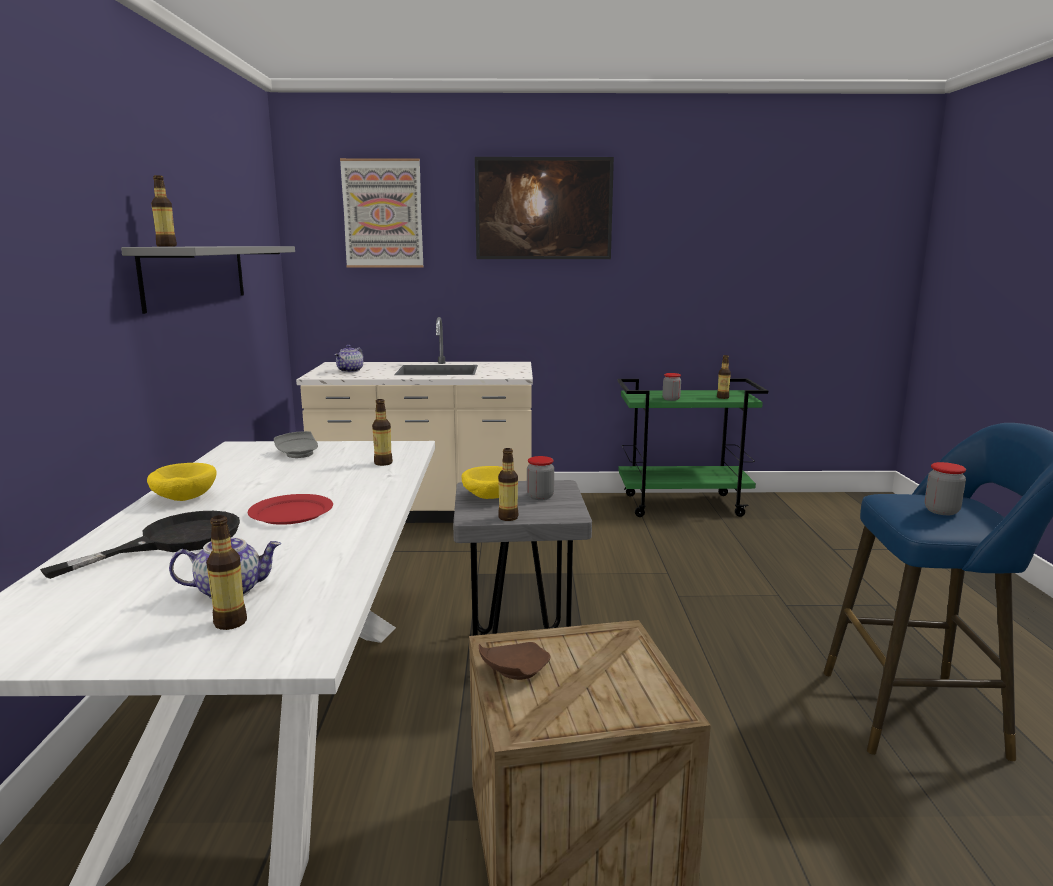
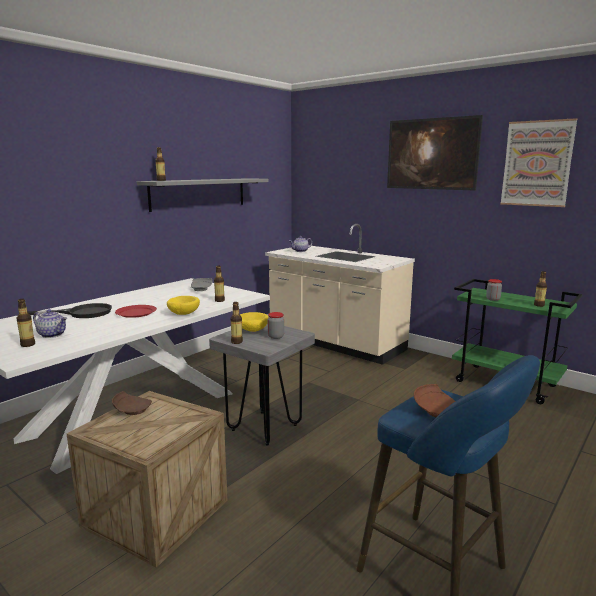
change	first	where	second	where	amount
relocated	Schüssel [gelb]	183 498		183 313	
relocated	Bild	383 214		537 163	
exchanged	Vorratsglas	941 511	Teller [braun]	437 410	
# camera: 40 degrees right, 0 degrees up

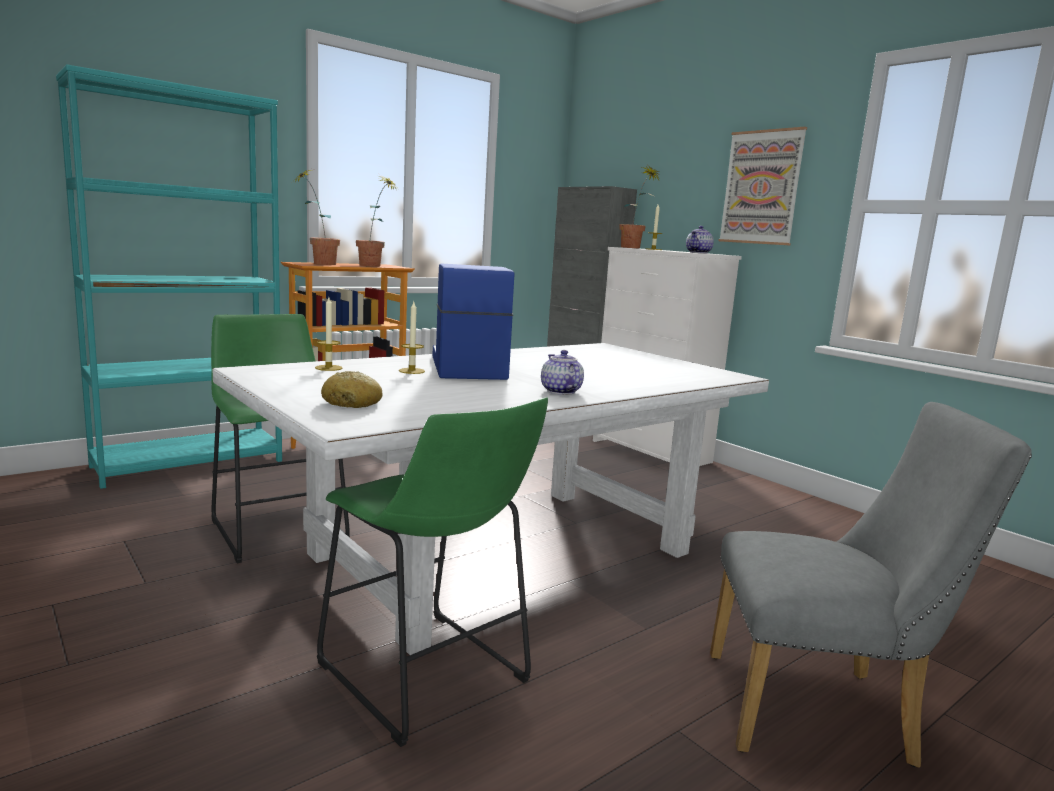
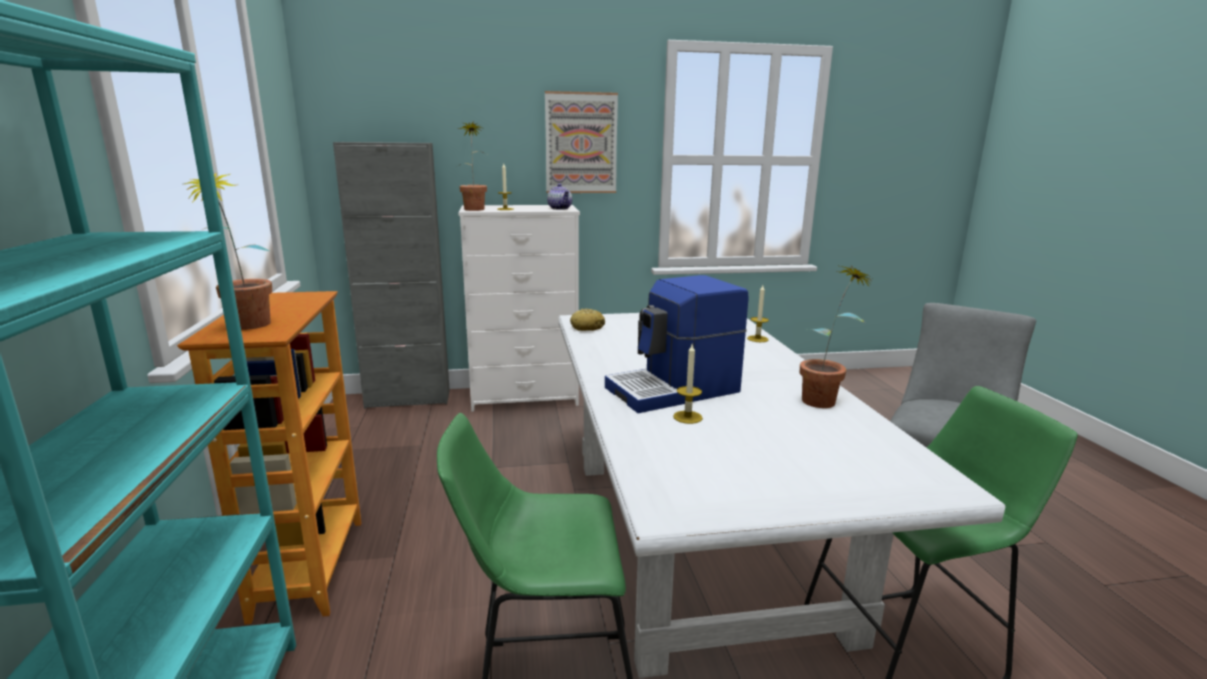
change	first	where	second	where	amount
relocated	Kerze	328 368		757 339	
relocated	Brot	352 403		587 327	
relocated	Topfpflanze	375 266		825 399	
spun	Kaffeemaschine	466 367		674 390	45 degrees counterclockwise
missing	Teekanne	559 391			
# camera: 60 degrees left, 5 degrees up

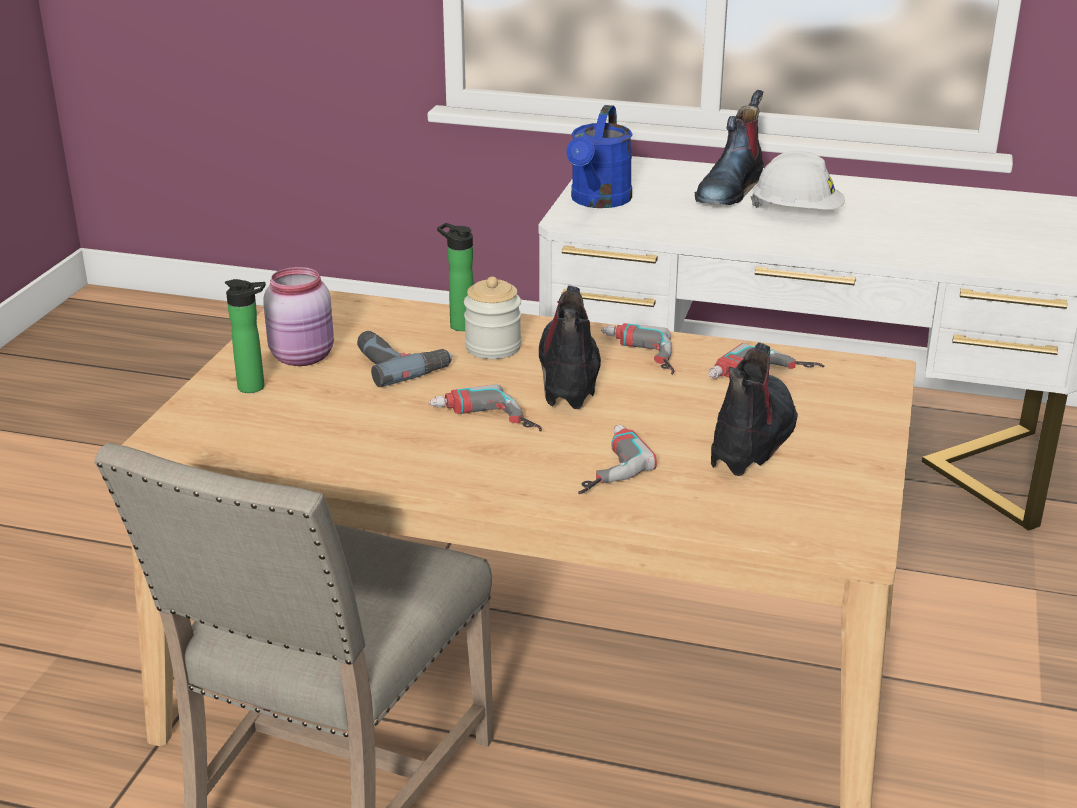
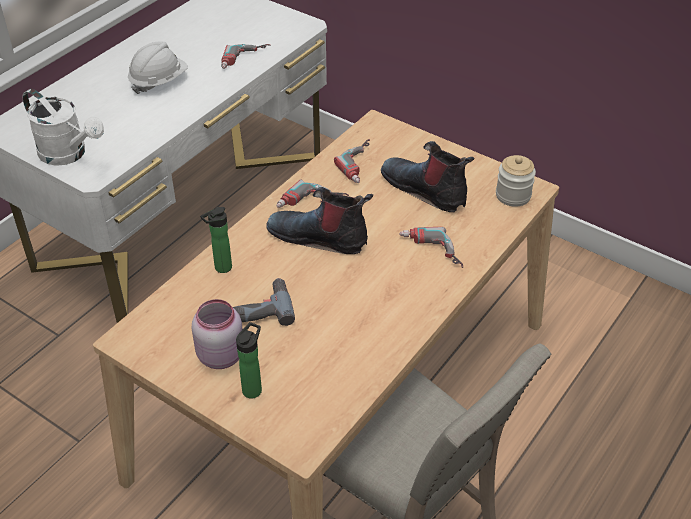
change	first	where	second	where	amount
relocated	Bohrmaschine	483 422		245 60	
relocated	Vorratsglas	493 347		513 195	
colour	Gießkanne [blau]	598 201	Gießkanne [weiß]	69 154	
missing	Stiefel	729 189			
# camera: 70 degrees left, 15 degrees up

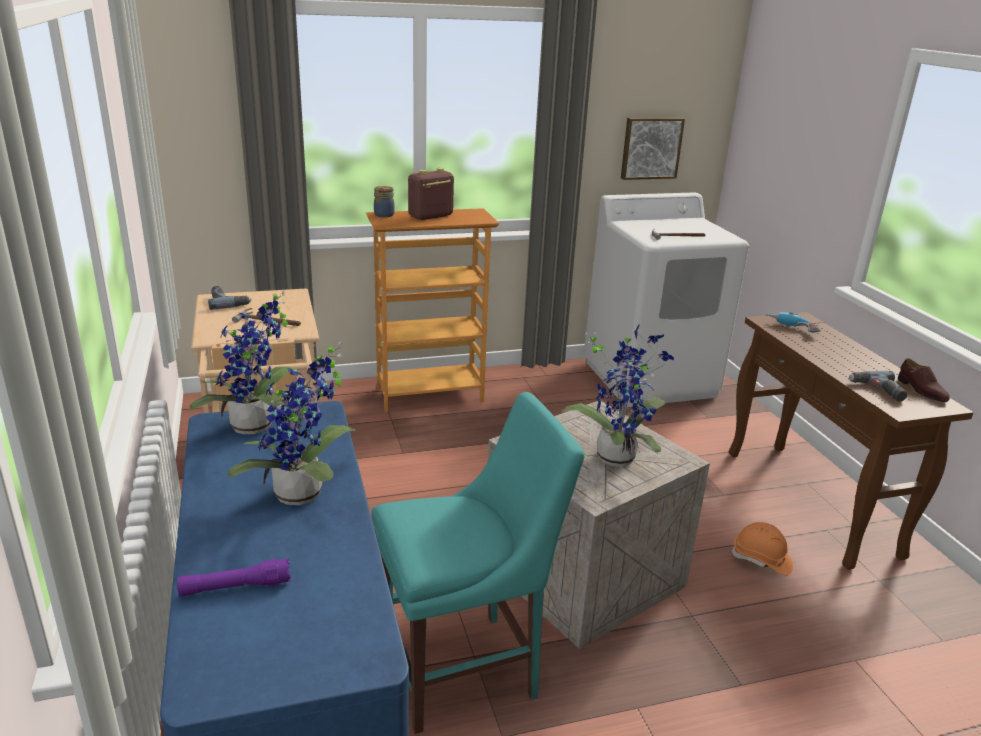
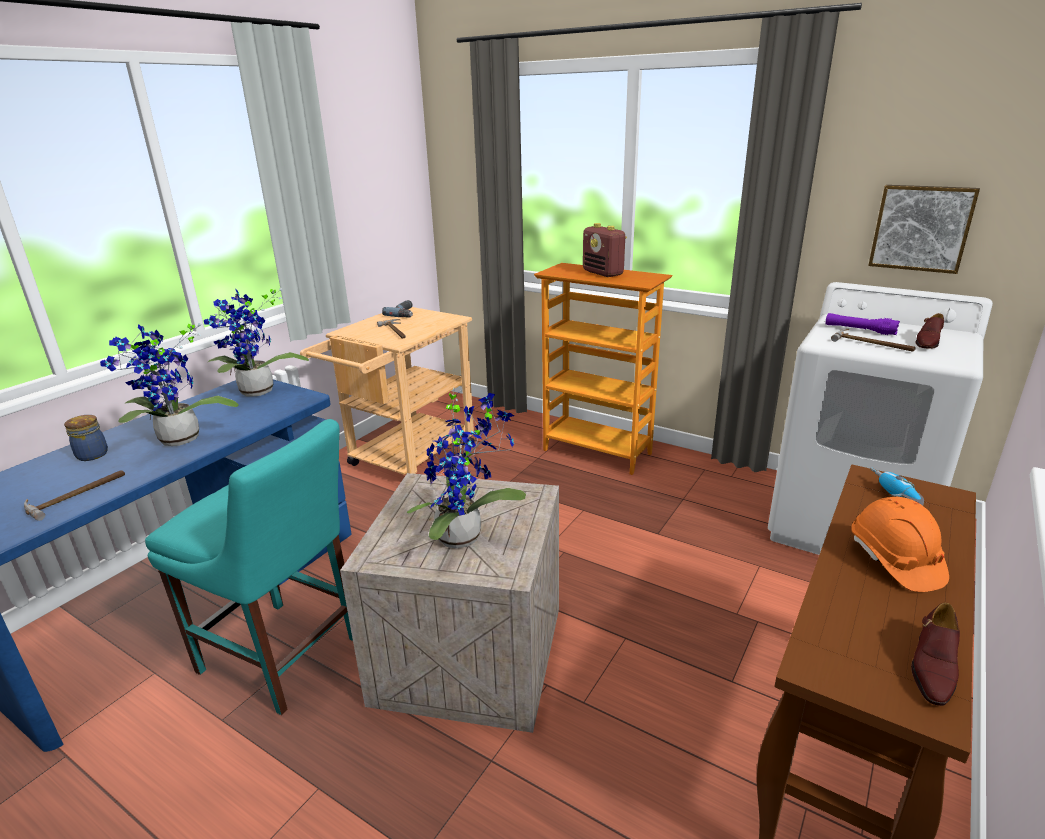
change	first	where	second	where	amount
relocated	Taschenlampe [lila]	235 587		859 330	
relocated	Vorratsglas	383 215		93 454	
spun	Radio	430 216		603 273	135 degrees counterclockwise
relocated	Schutzhelm [orange]	761 560		894 560	
missing	Bohrmaschine	878 390			
appeared			Hammer	78 494	
appeared			Schuh [braun]	927 342	
# camera: 50 degrees right, 0 degrees up

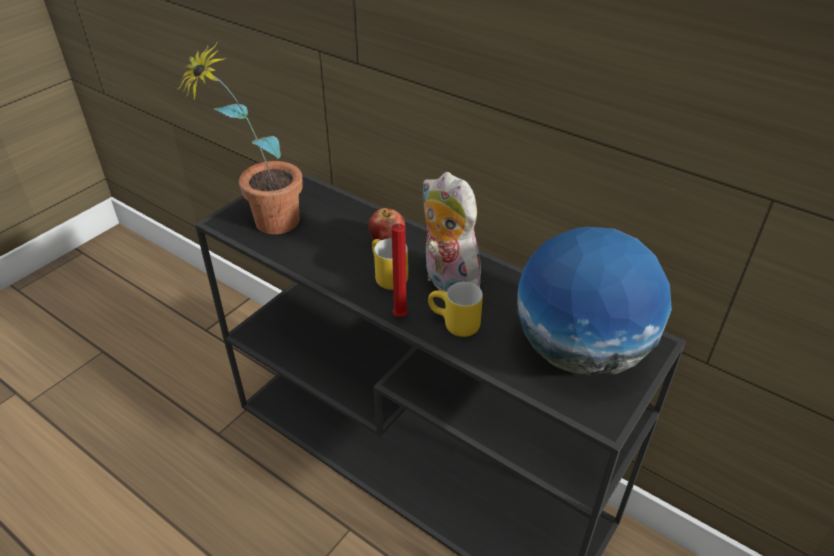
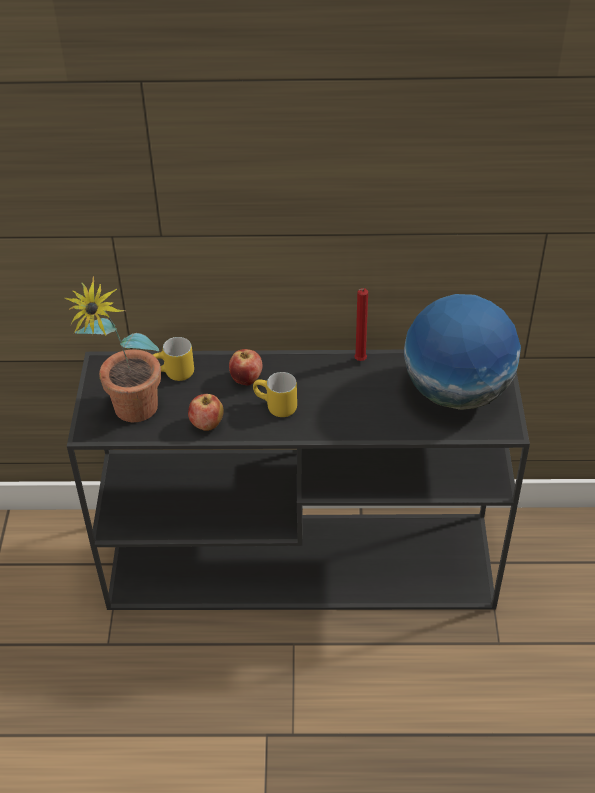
change	first	where	second	where	amount
relocated	Kerze [rot]	397 317		359 361	
missing	Plüschtier	446 281			
relocated	Henkelbecher [gelb]	453 325		173 375	
appeared			Apfel	207 424	
# camera: 35 degrees left, 5 degrees up

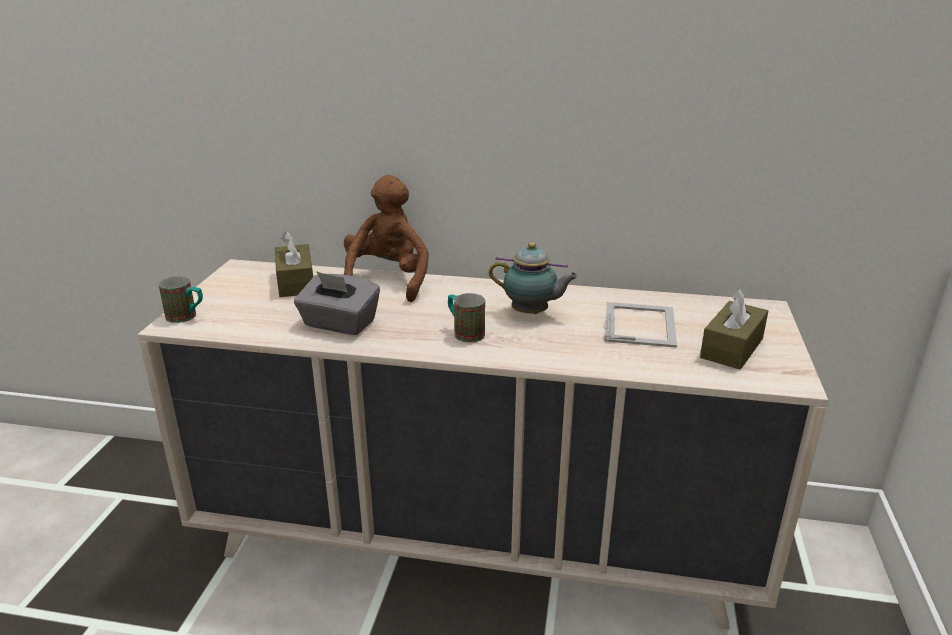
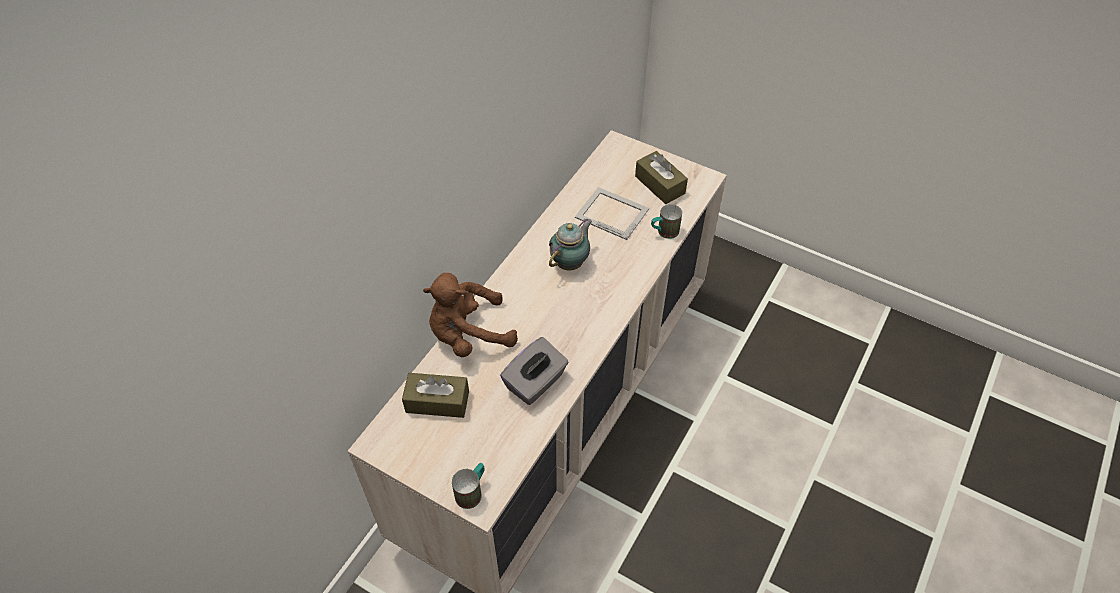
change	first	where	second	where	amount
spun	Plüschtier [braun]	387 281		468 335	45 degrees counterclockwise
relocated	Henkelbecher	464 333		664 232	
# camera: 70 degrees left, 25 degrees up

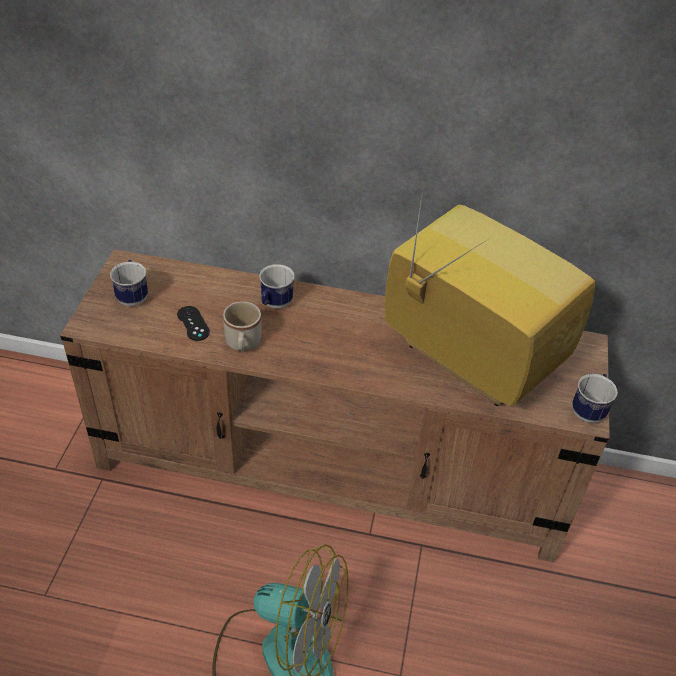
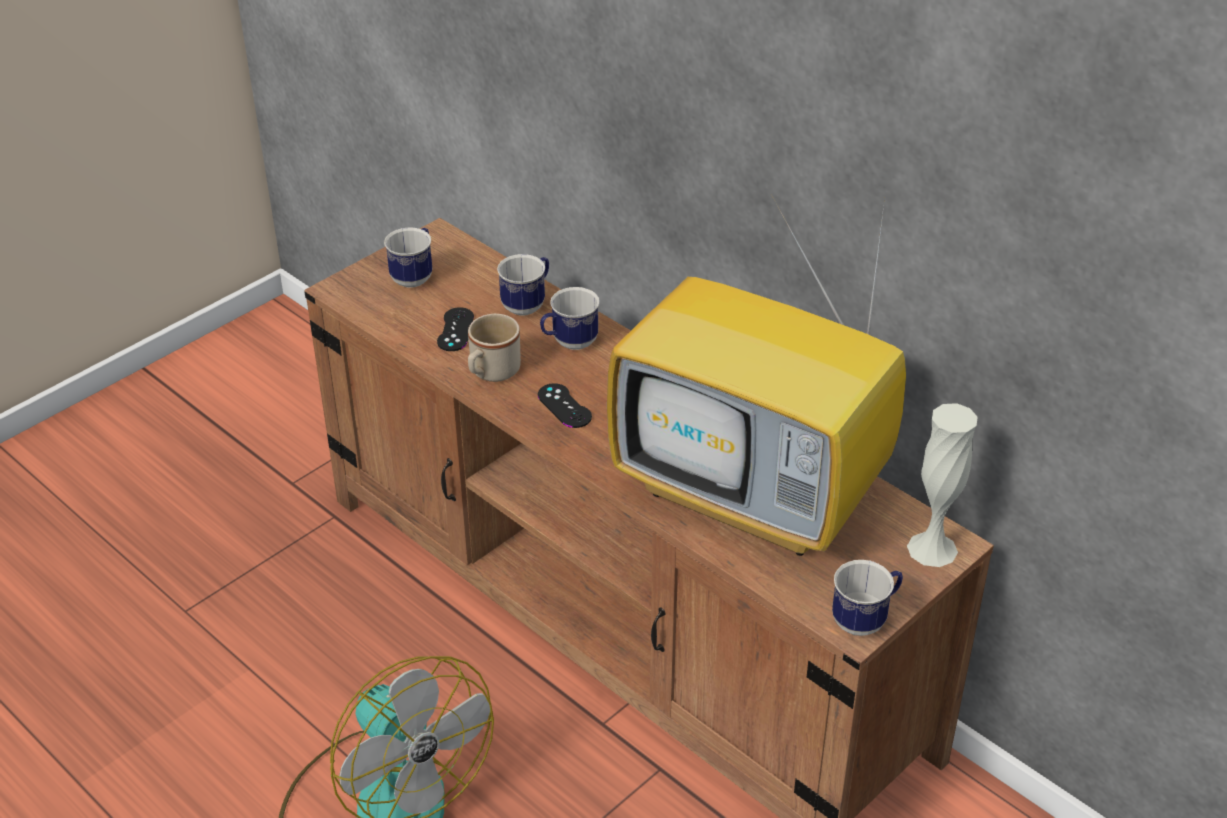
change	first	where	second	where	amount
spun	Fernseher	466 358		756 494	135 degrees clockwise
appeared			Henkelbecher	528 304	
appeared			Gamepad [schwarz]	564 406	
appeared			Vase [weiß]	932 549	
# camera: 35 degrees right, 5 degrees down

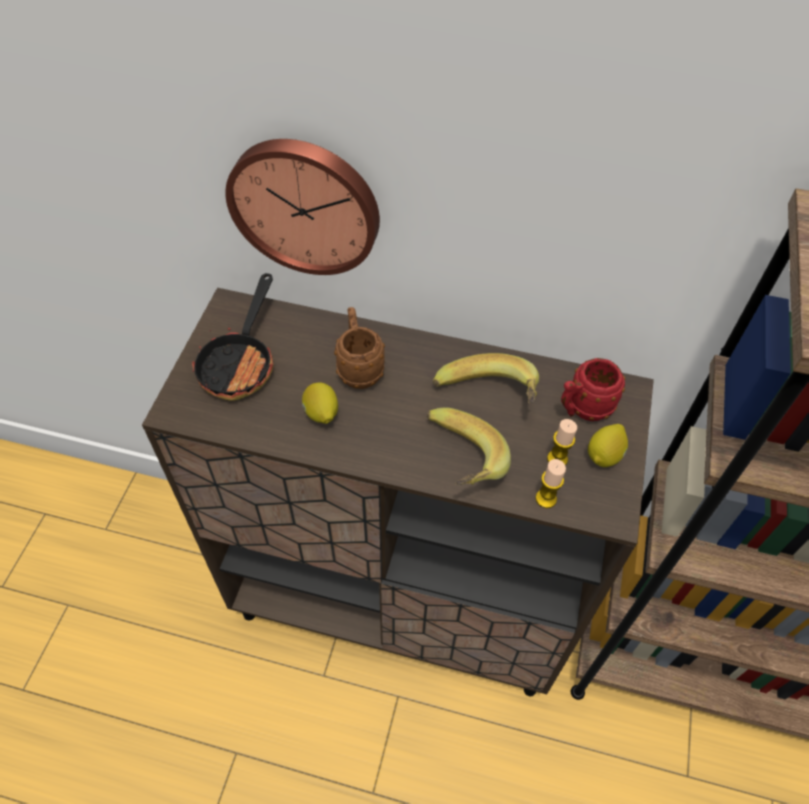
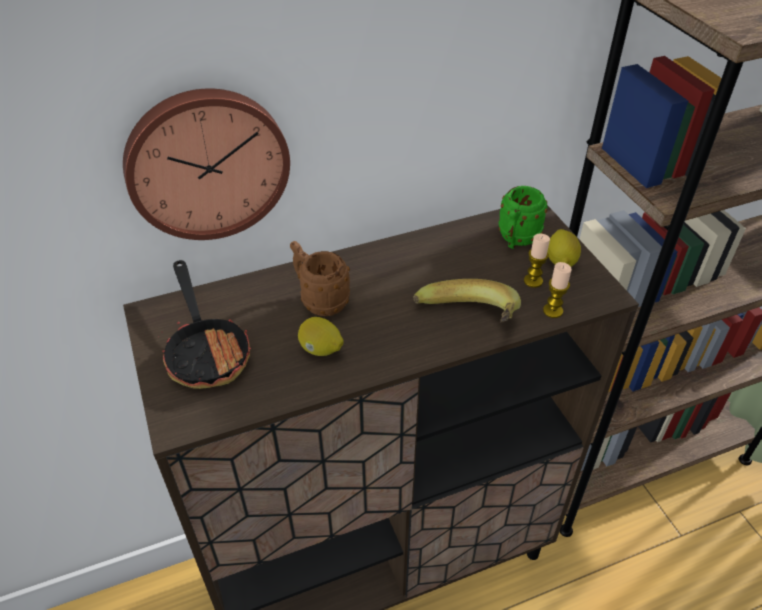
change	first	where	second	where	amount
missing	Banane	488 399			
colour	Henkelbecher [rot]	582 409	Henkelbecher [grün]	516 240	
# camera: 35 degrees left, 10 degrees down

